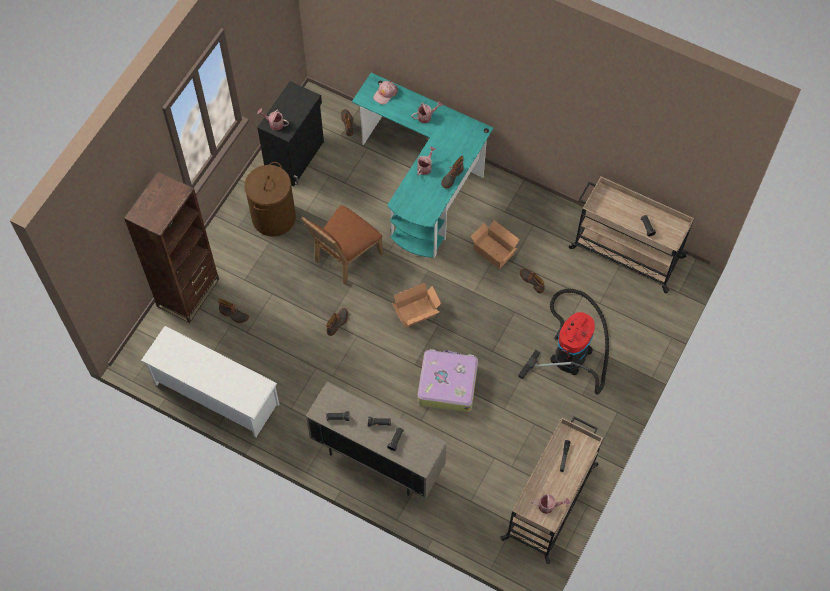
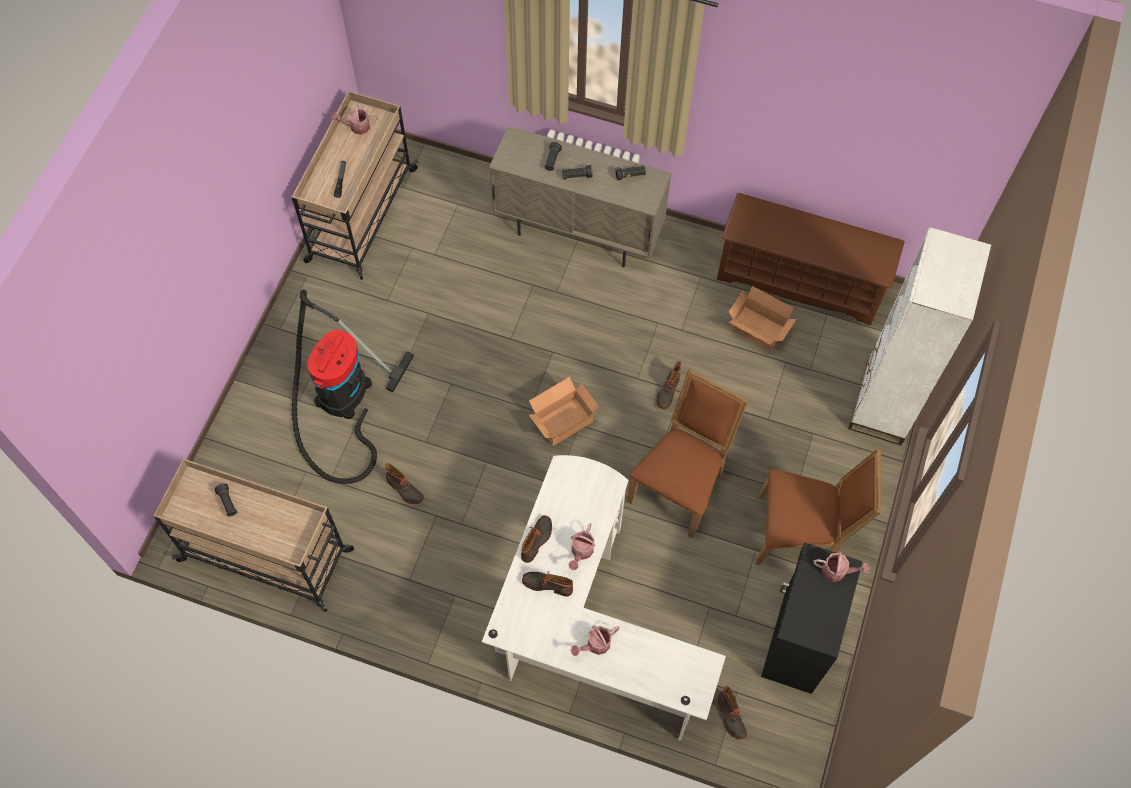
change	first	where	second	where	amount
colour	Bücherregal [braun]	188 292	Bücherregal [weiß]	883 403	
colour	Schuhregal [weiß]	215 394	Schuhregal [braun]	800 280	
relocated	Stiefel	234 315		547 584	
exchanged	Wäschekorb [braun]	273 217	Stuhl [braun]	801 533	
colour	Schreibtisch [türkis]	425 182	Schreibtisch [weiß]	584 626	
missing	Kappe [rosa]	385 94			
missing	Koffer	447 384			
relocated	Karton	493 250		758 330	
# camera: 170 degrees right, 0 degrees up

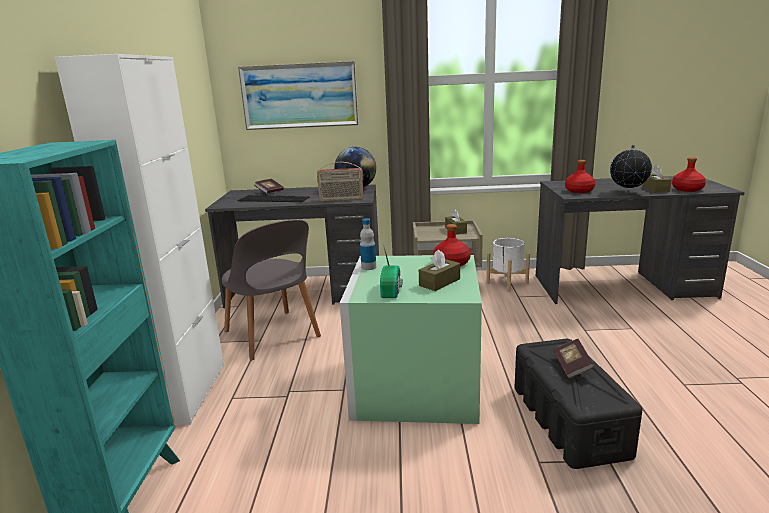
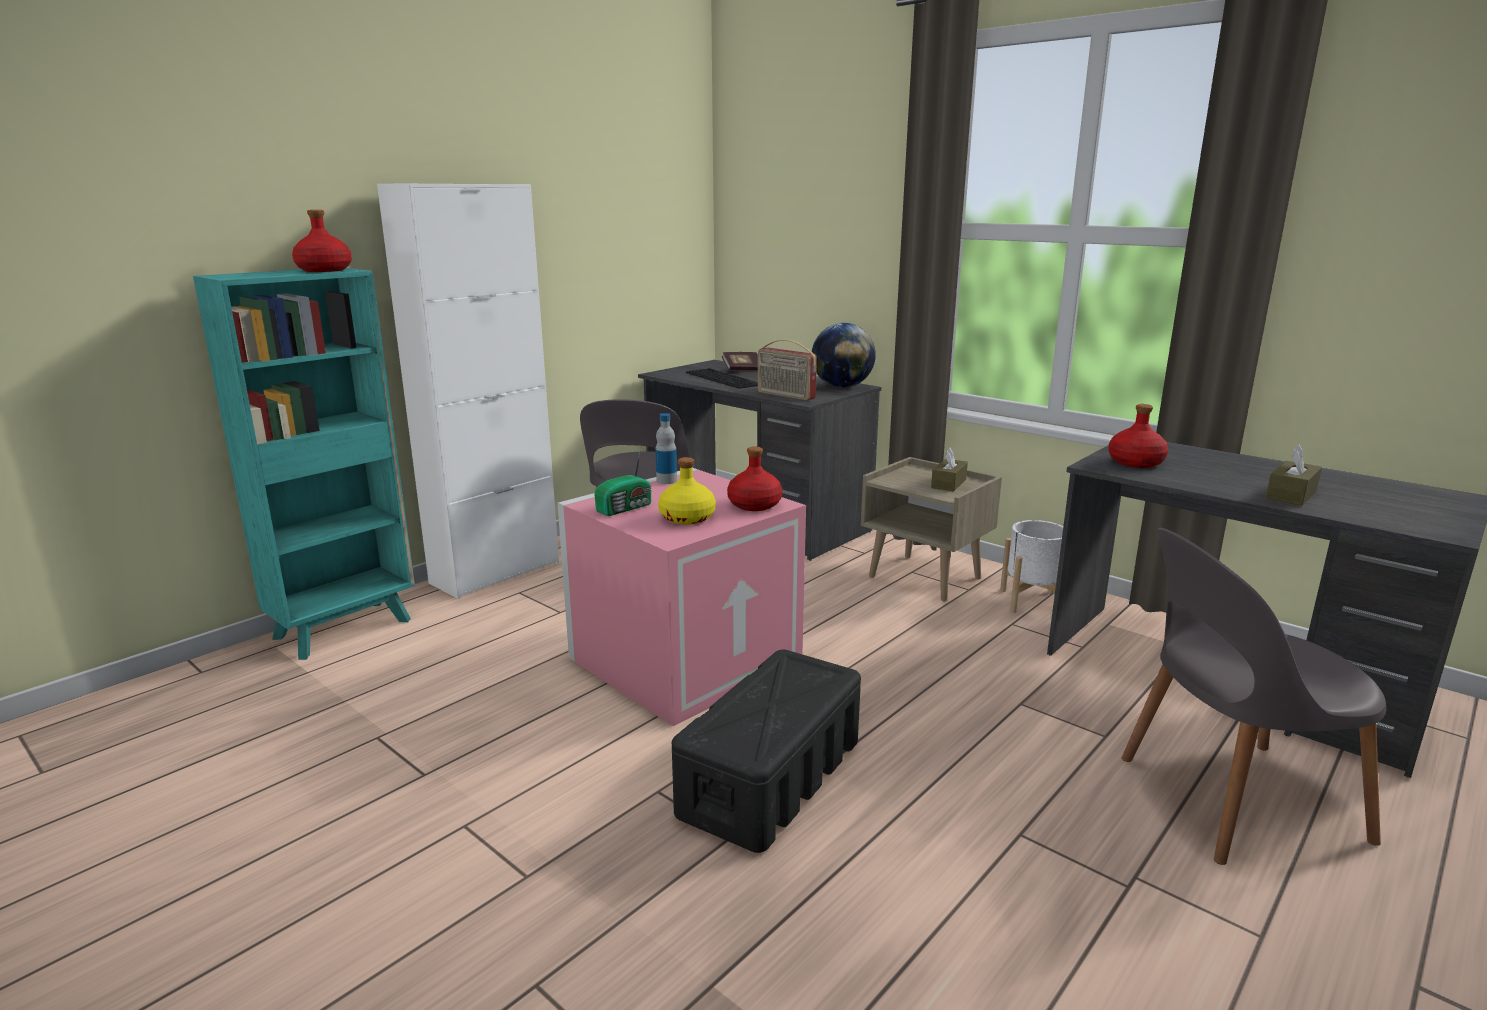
change	first	where	second	where	amount
missing	Bild	300 96			
colour	Aufbewahrungsbox [grün]	414 384	Aufbewahrungsbox [rosa]	685 658	
exchanged	Taschentuchbox [braun]	439 282	Flasche [gelb]	686 518	
missing	Buch	572 366			
missing	Globus	627 193			
relocated	Flasche [rot]	687 189		323 270	
appeared			Stuhl [grau]	1231 799	
# camera: 40 degrees right, 0 degrees up

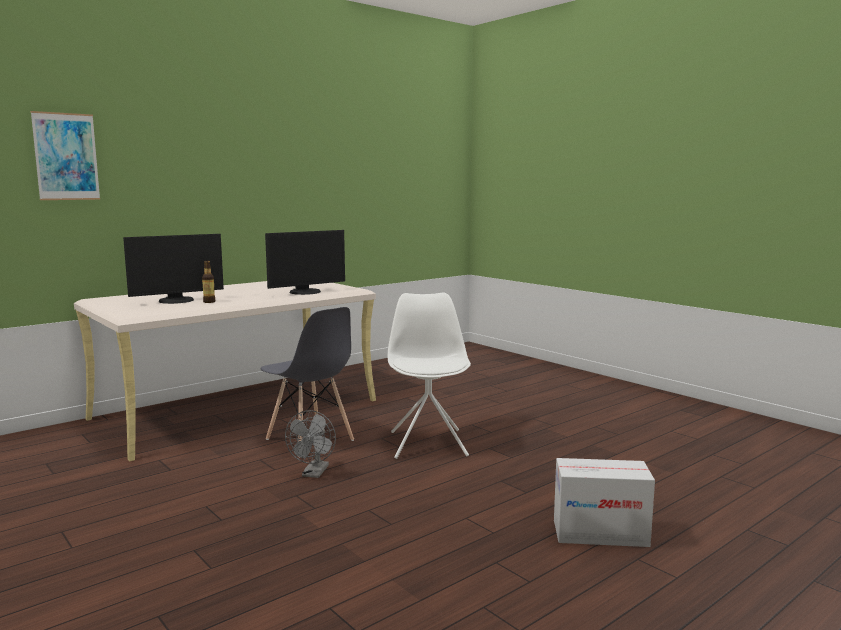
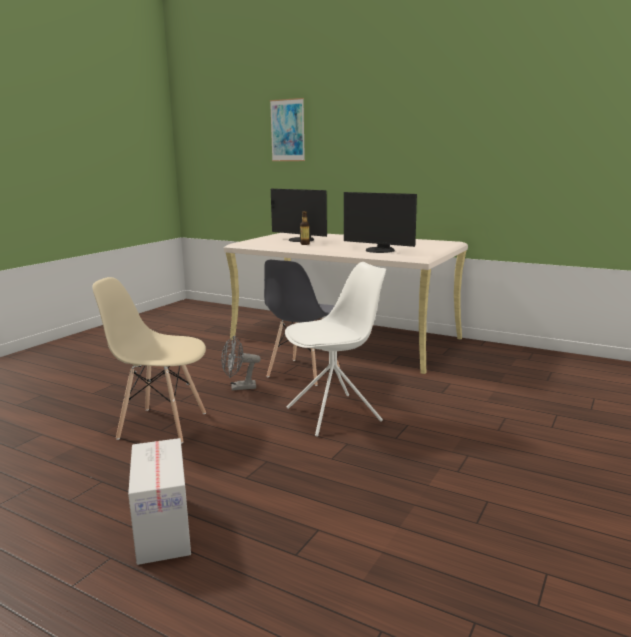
change	first	where	second	where	amount
appeared			Stuhl [beige]	162 425	
# camera: 70 degrees right, 5 degrees up

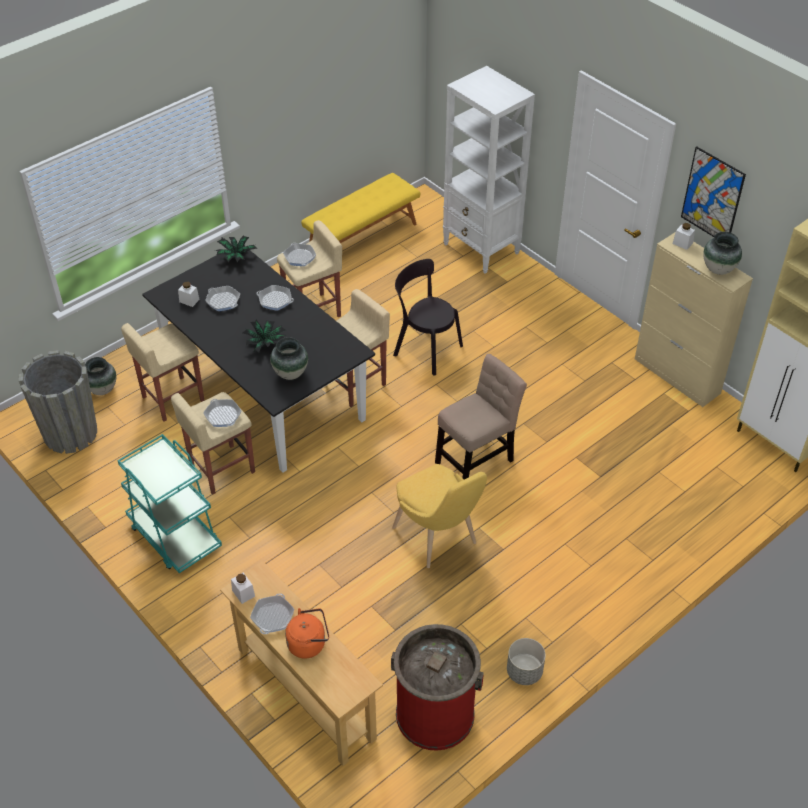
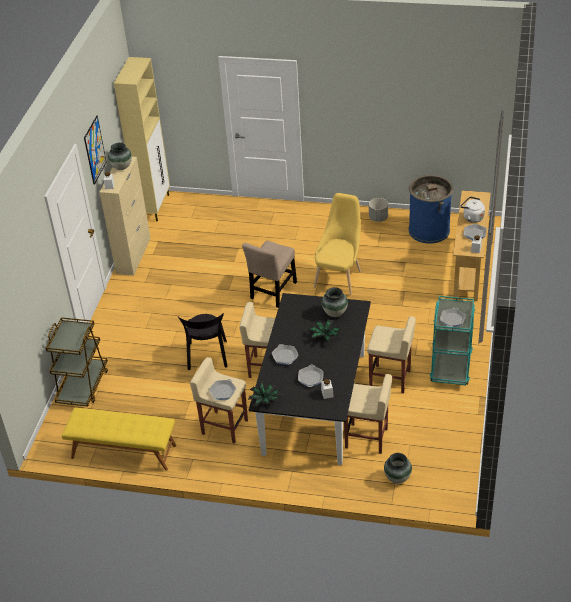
change	first	where	second	where	amount
missing	Pflanzkübel [grau]	70 433			
relocated	Pfanne	223 416		452 320	
colour	Wasserkessel [orange]	309 643	Wasserkessel [weiß]	472 217	
colour	Mülleimer [rot]	435 714	Mülleimer [blau]	429 230	
spun	Stuhl [beige]	477 459		272 292	75 degrees counterclockwise
exchanged	Bücherregal [weiß]	481 249	Rollwagen [braun]	83 386	
# camera: 125 degrees left, 5 degrees down

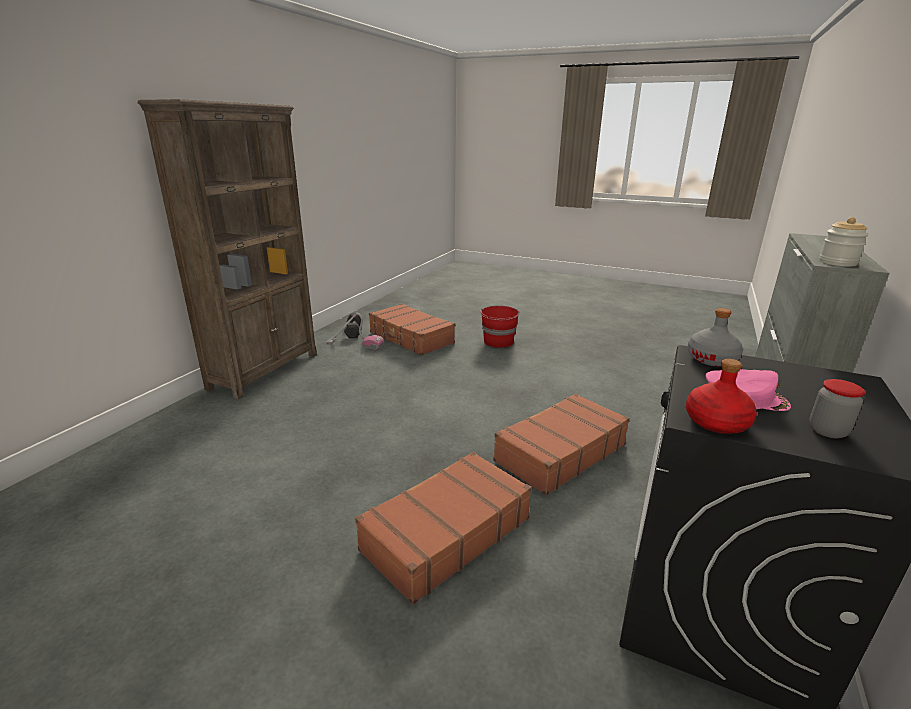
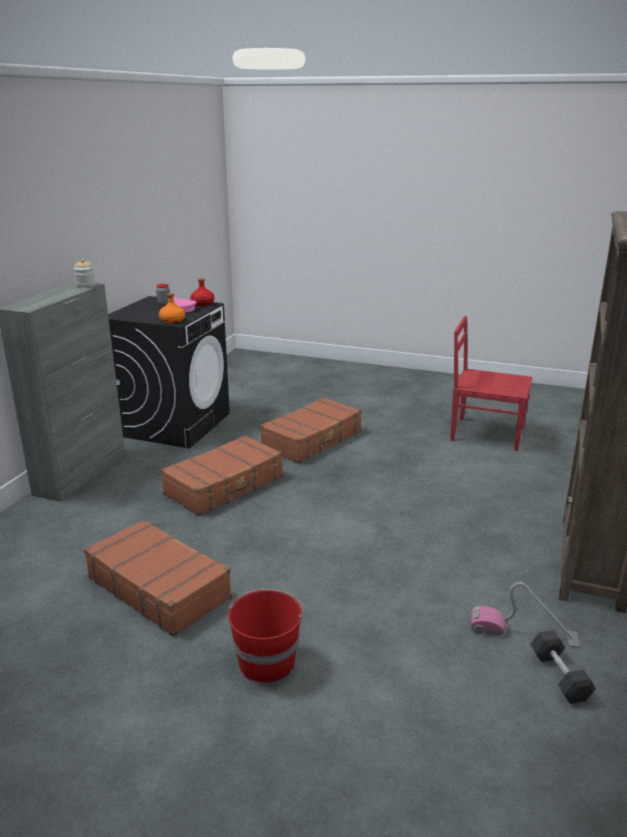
change	first	where	second	where	amount
relocated	Koffer [braun]	411 338		159 587	
colour	Flasche [grau]	712 359	Flasche [orange]	172 321	
appeared			Stuhl [rot]	485 433	
# camera: 175 degrees right, 0 degrees up

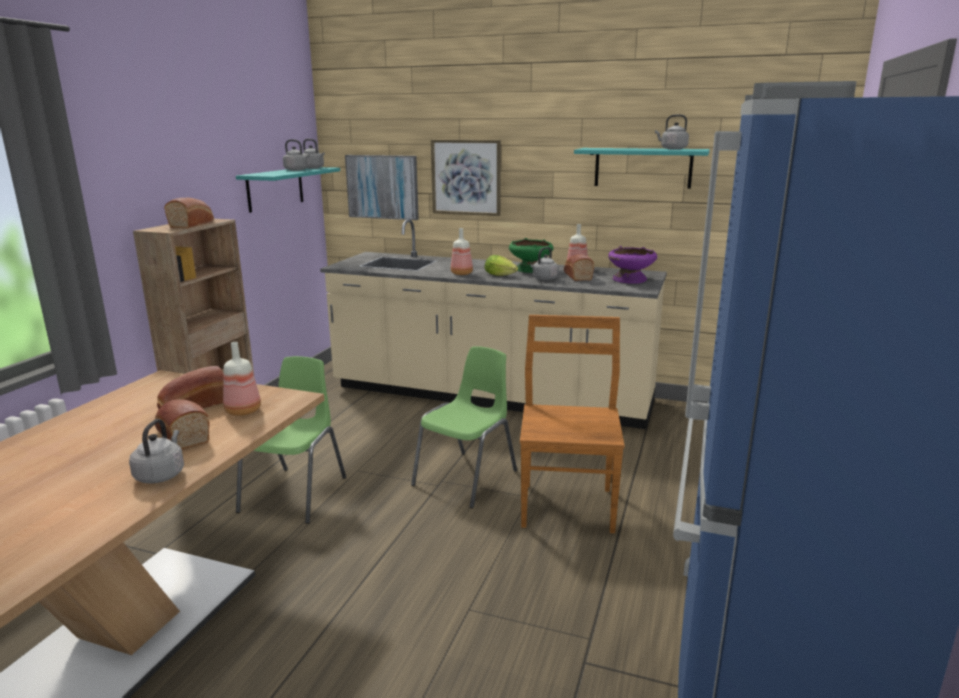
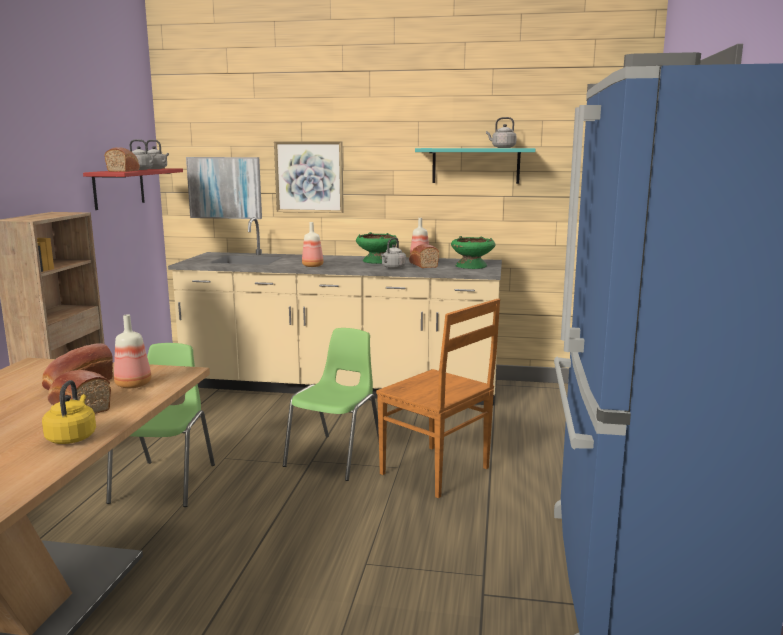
change	first	where	second	where	amount
colour	Wasserkessel [grau]	161 474	Wasserkessel [gelb]	72 437	
relocated	Brot	193 224		124 171	
colour	Wandregal [türkis]	275 189	Wandregal [rot]	119 188	
missing	Salatkopf	501 275			
spun	Stuhl [braun]	567 505		437 472	135 degrees clockwise
colour	Schüssel [lila]	631 279	Schüssel [grün]	472 266	
# camera: 10 degrees left, 5 degrees down

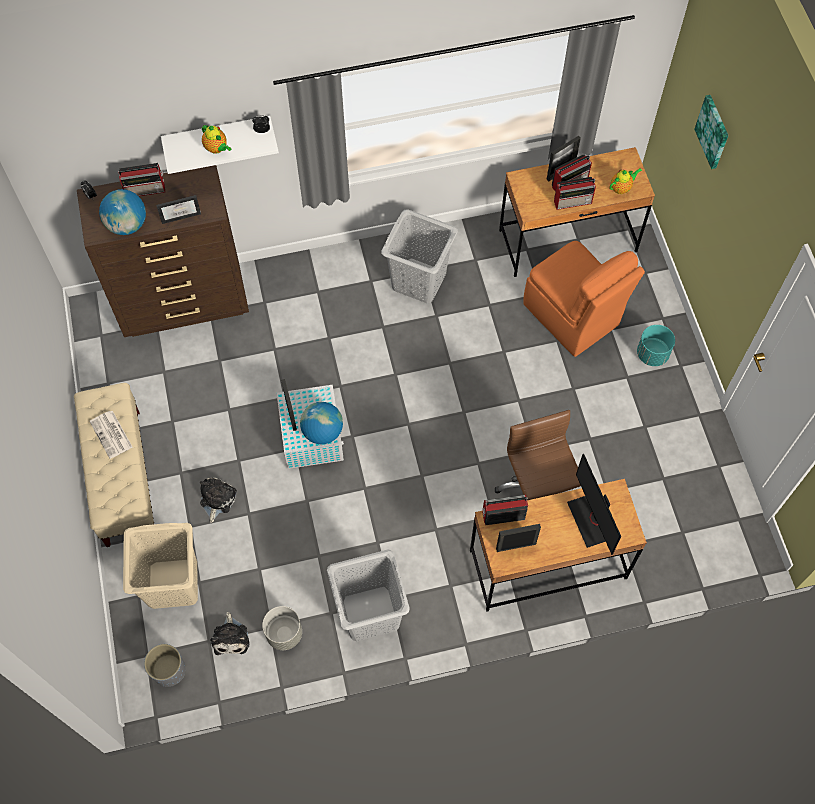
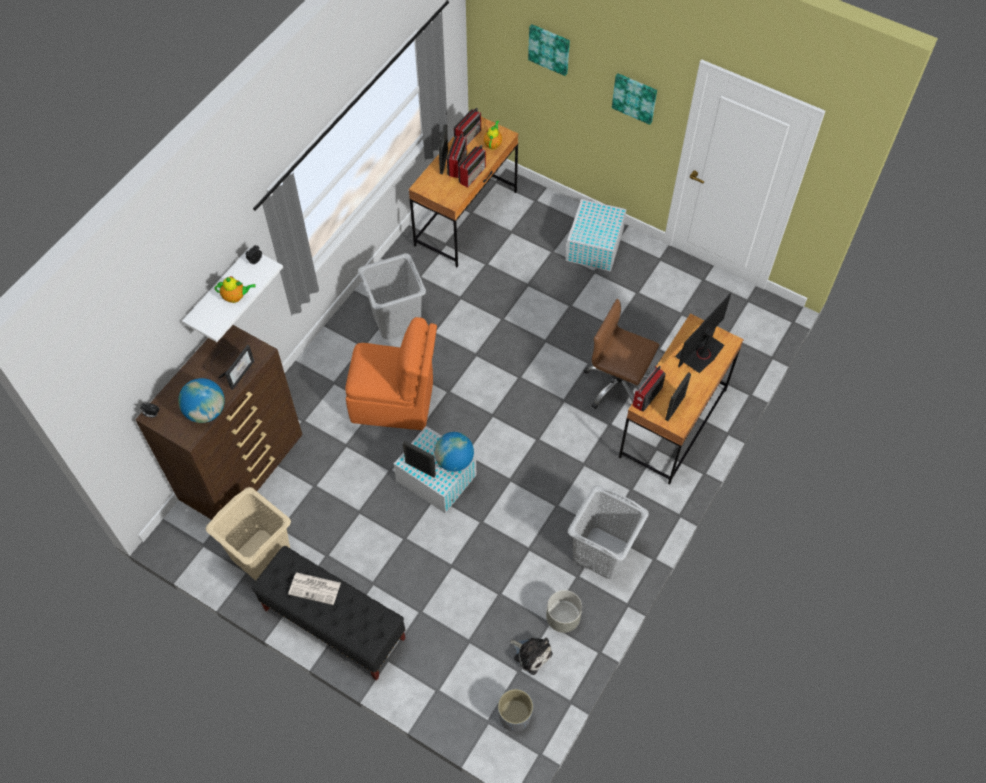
change	first	where	second	where	amount
colour	Bank [beige]	123 477	Bank [schwarz]	334 624	
relocated	Radio	146 189		468 137	
relocated	Wäschekorb [beige]	172 584		261 556	
missing	Plüschtier	217 499			
relocated	Stuhl [orange]	572 316		395 403	
spun	Monitor	593 519		700 352	105 degrees clockwise
exchanged	Pflanzkübel [türkis]	652 354	Aufbewahrungsbox [weiß]	594 246	
appeared			Bild	635 97	
# camera: 45 degrees left, 5 degrees down

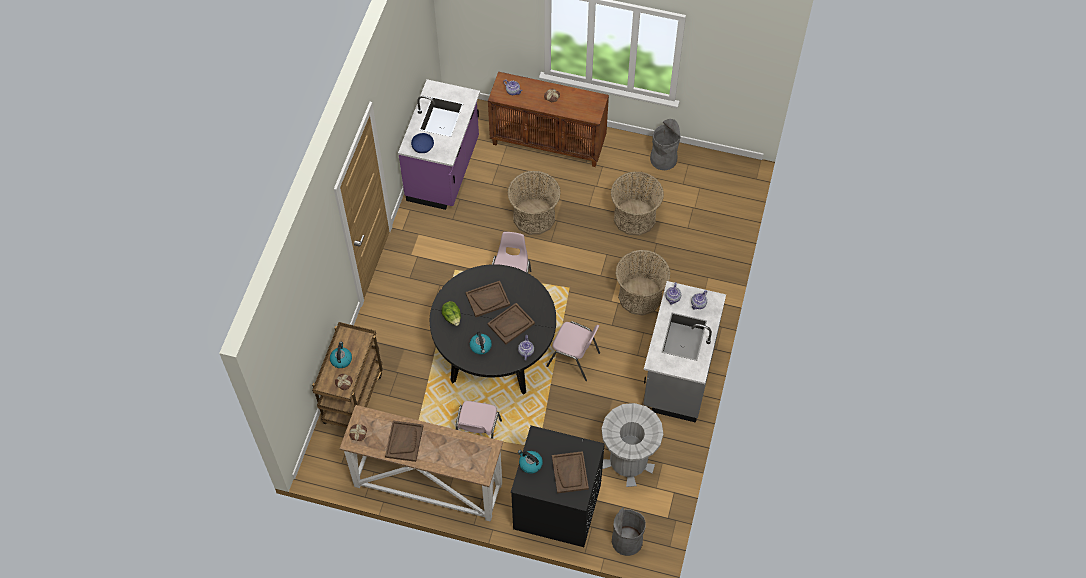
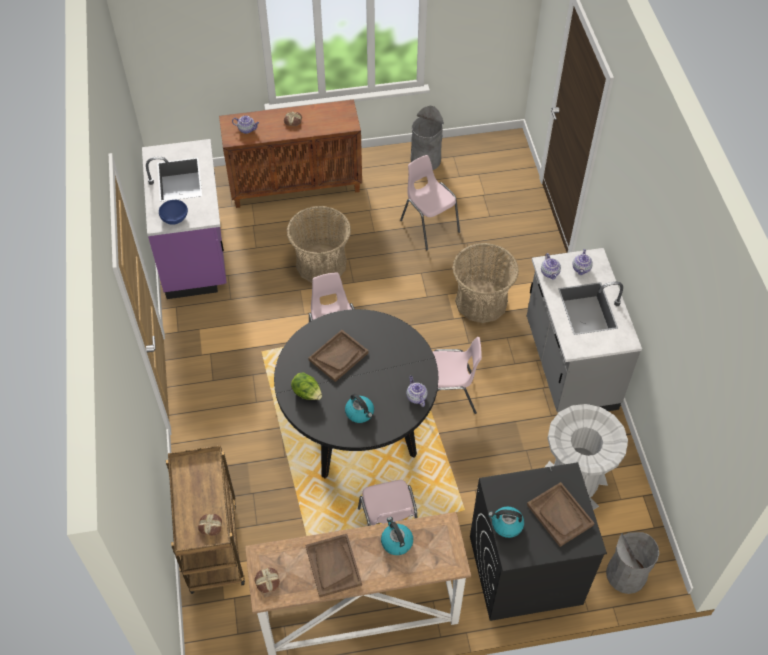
change	first	where	second	where	amount
relocated	Wasserkessel	341 359		396 542	
missing	Tablett [braun]	511 324			
exchanged	Korb	634 217	Stuhl [rosa]	429 226	
# camera: 25 degrees left, 5 degrees down

